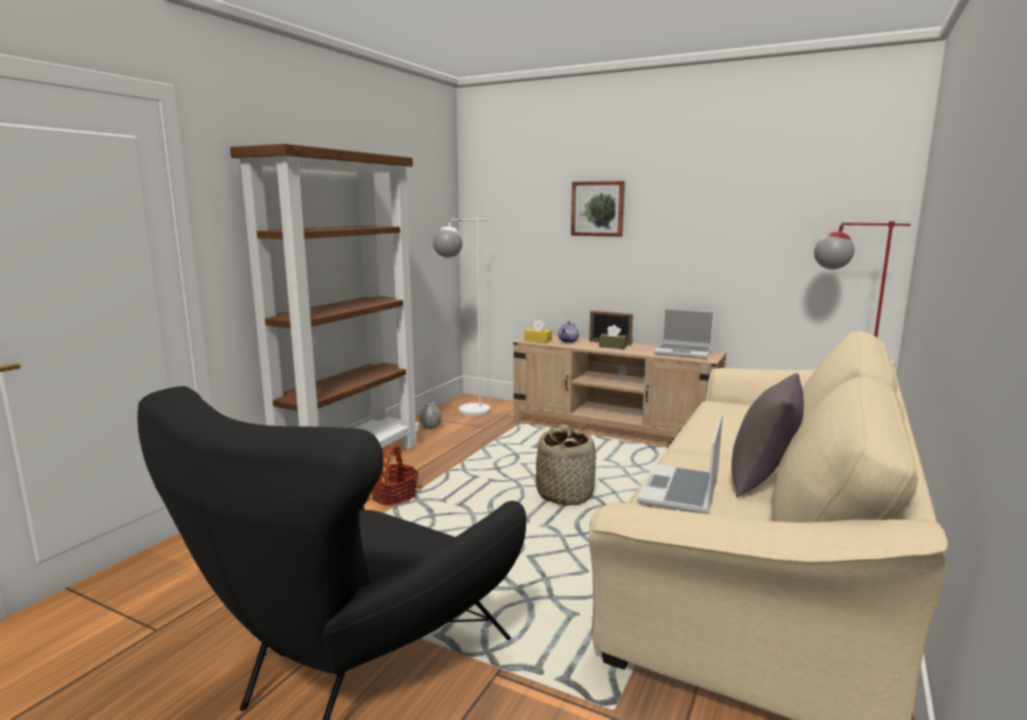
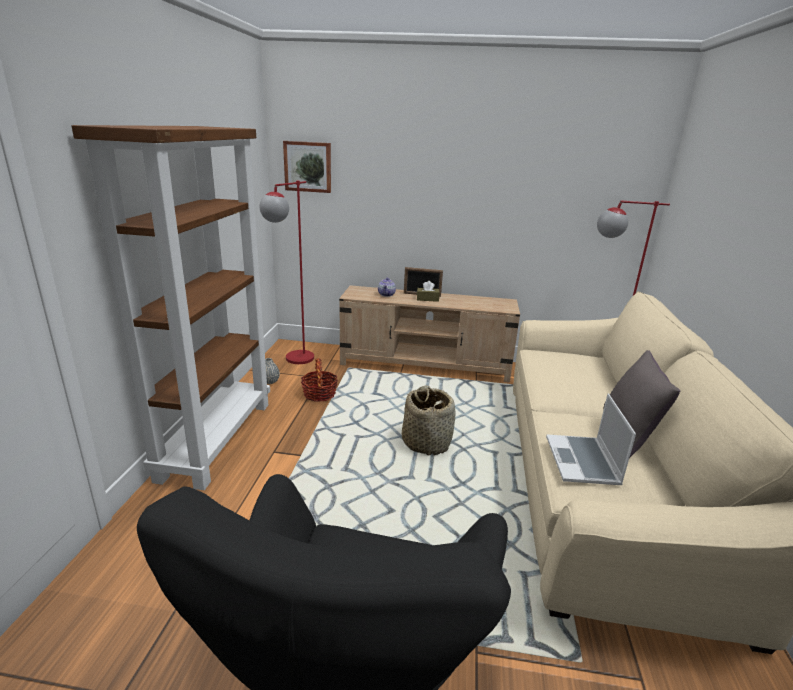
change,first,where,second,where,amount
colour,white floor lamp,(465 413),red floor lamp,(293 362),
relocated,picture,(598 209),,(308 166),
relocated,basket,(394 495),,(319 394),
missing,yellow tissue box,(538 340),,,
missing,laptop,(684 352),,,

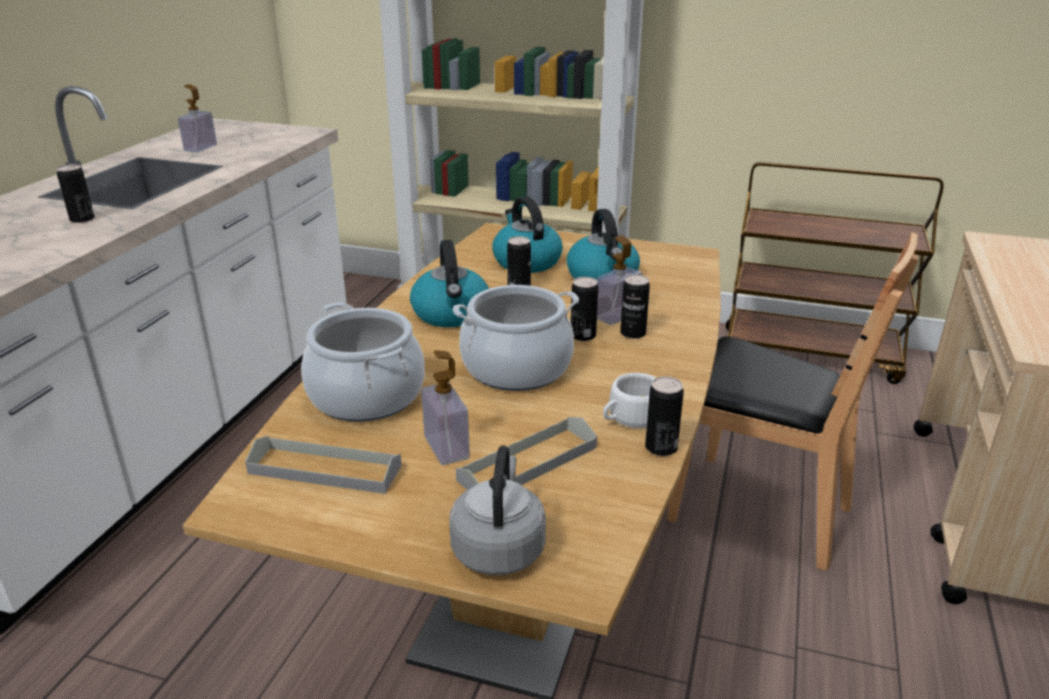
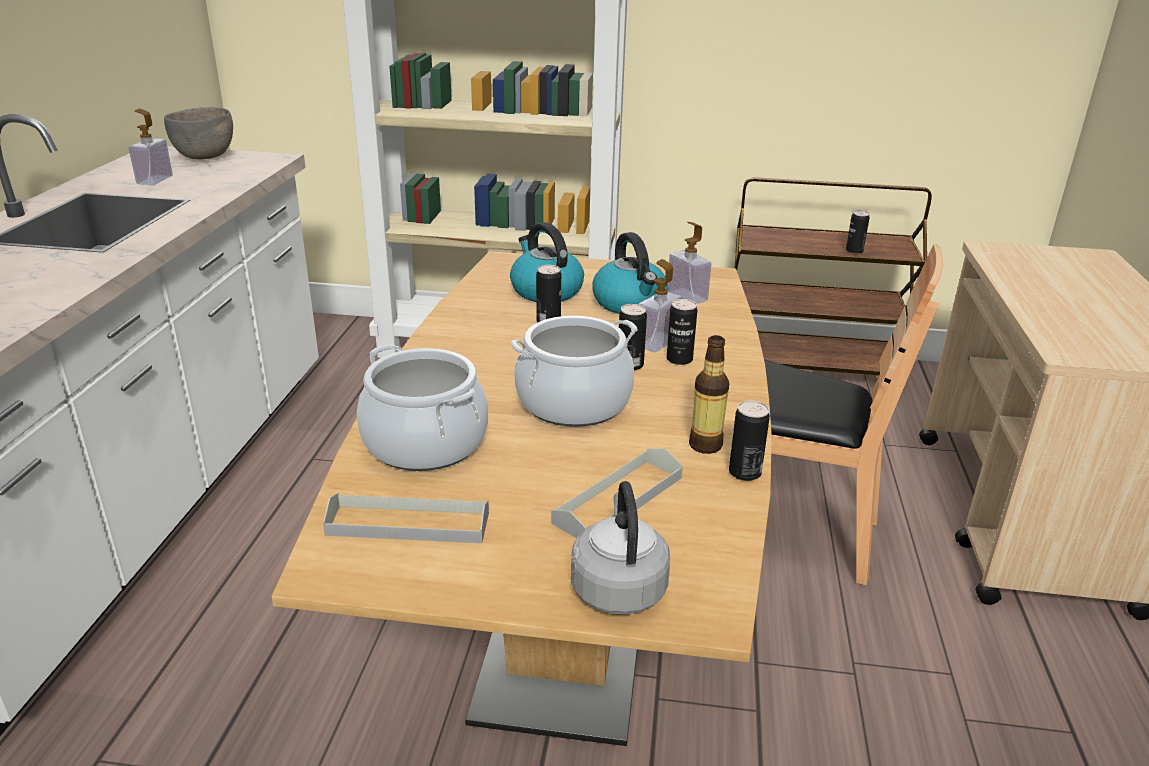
change,first,where,second,where,amount
appeared,,,grey bowl,(205 157),
relocated,soap dispenser,(446 447),,(687 296),
exchanged,white cup,(630 418),bottle,(705 445),
relocated,can,(82 219),,(854 251),
missing,kettle,(451 314),,,

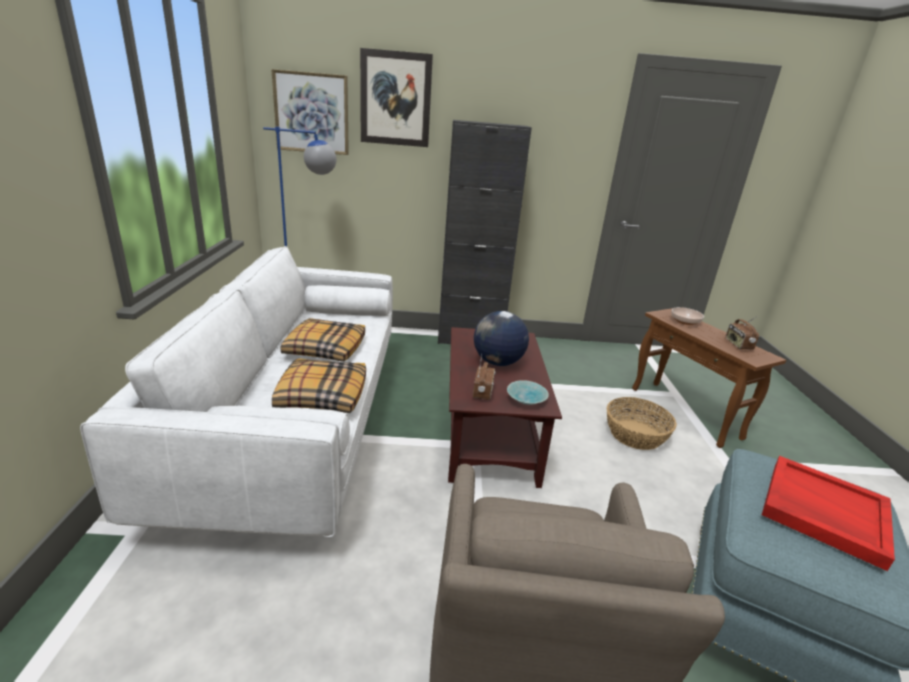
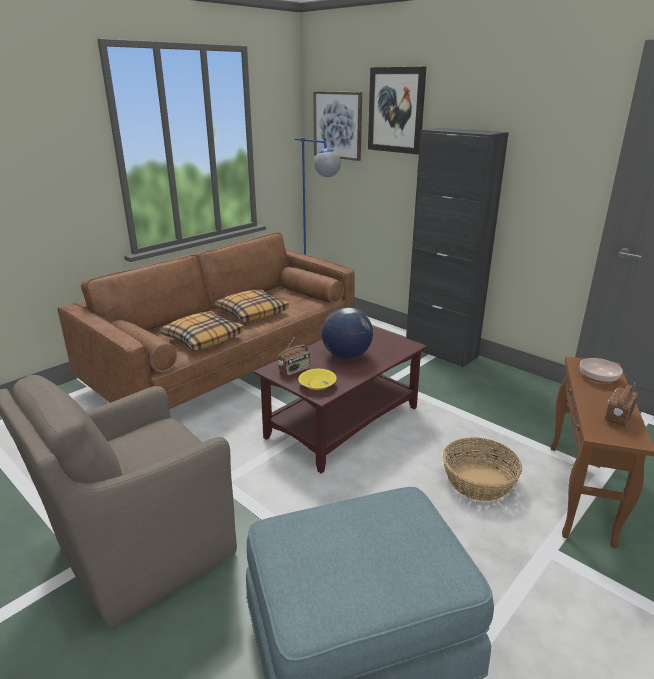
change,first,where,second,where,amount
colour,white sofa,(294 424),brown sofa,(226 365),
colour,turquoise bowl,(527 399),yellow bowl,(318 386),
missing,red tray,(822 511),,,

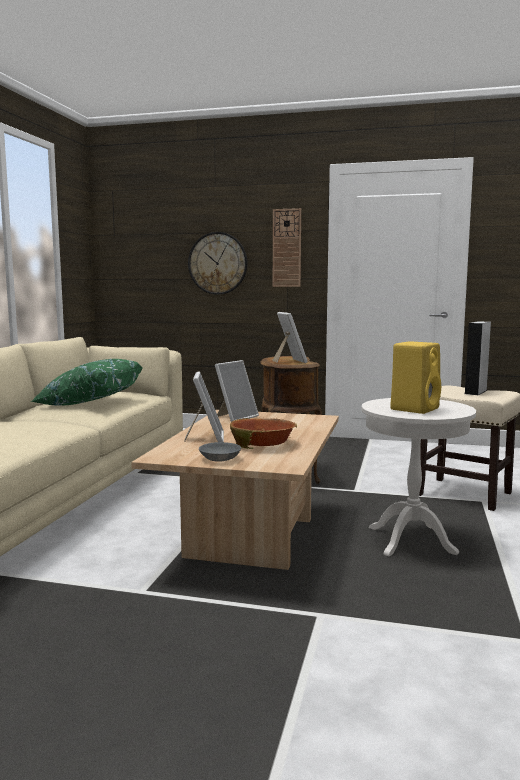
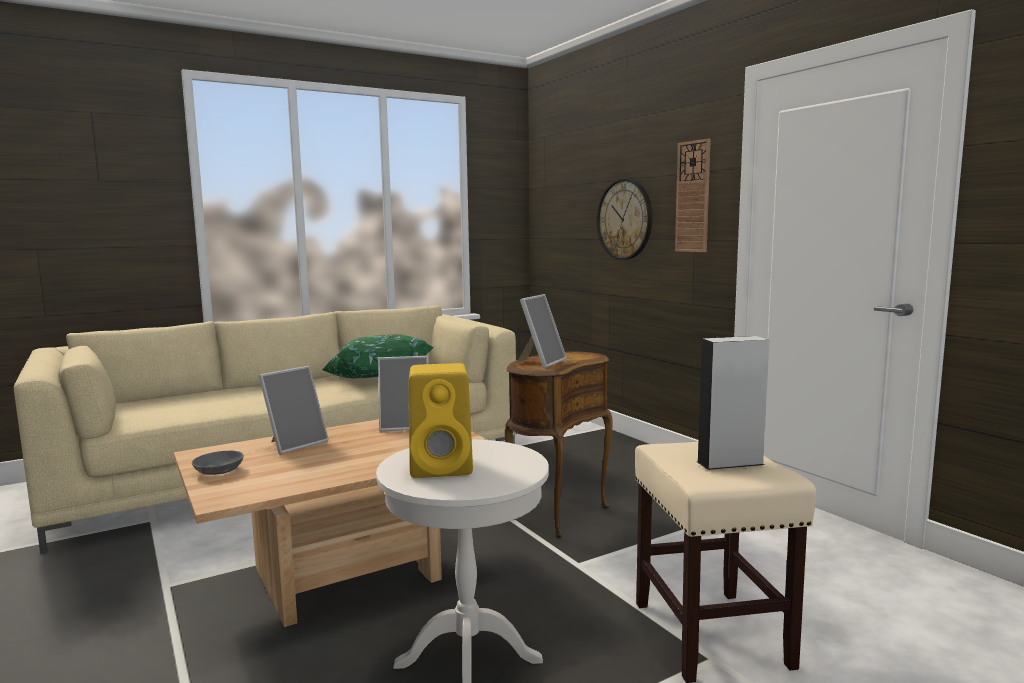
change,first,where,second,where,amount
missing,bowl,(263 444),,,

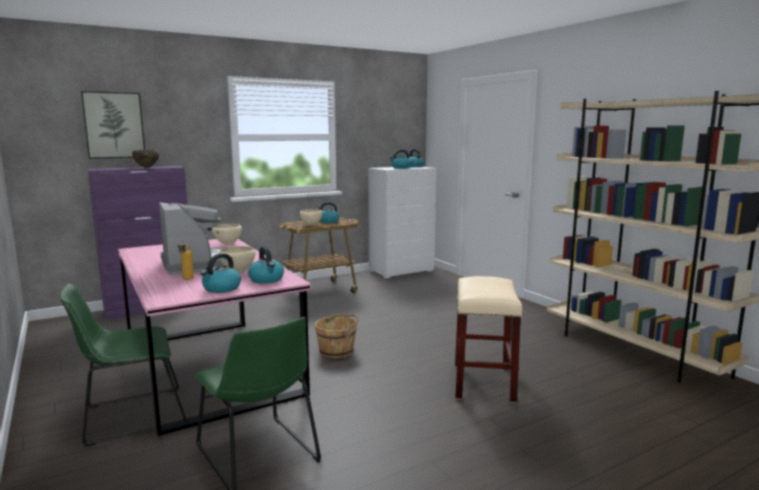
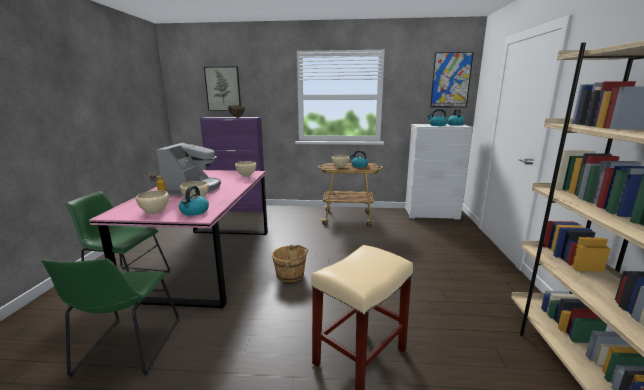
change,first,where,second,where,amount
exchanged,kettle,(221 288),beige bowl,(155 213),
appeared,,,picture,(451 80),

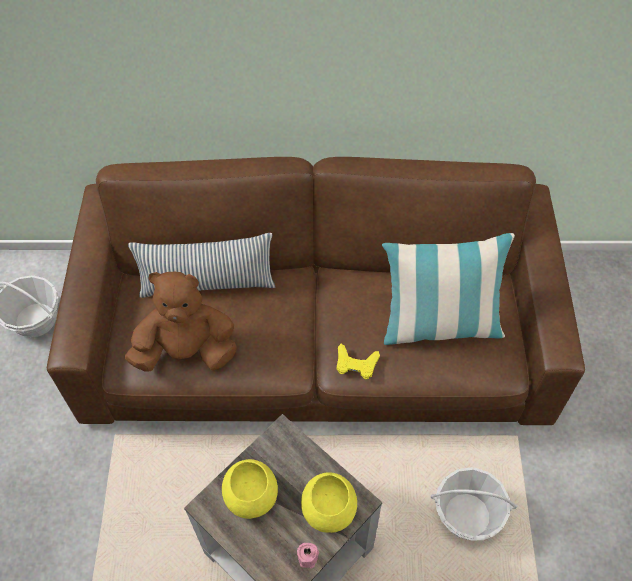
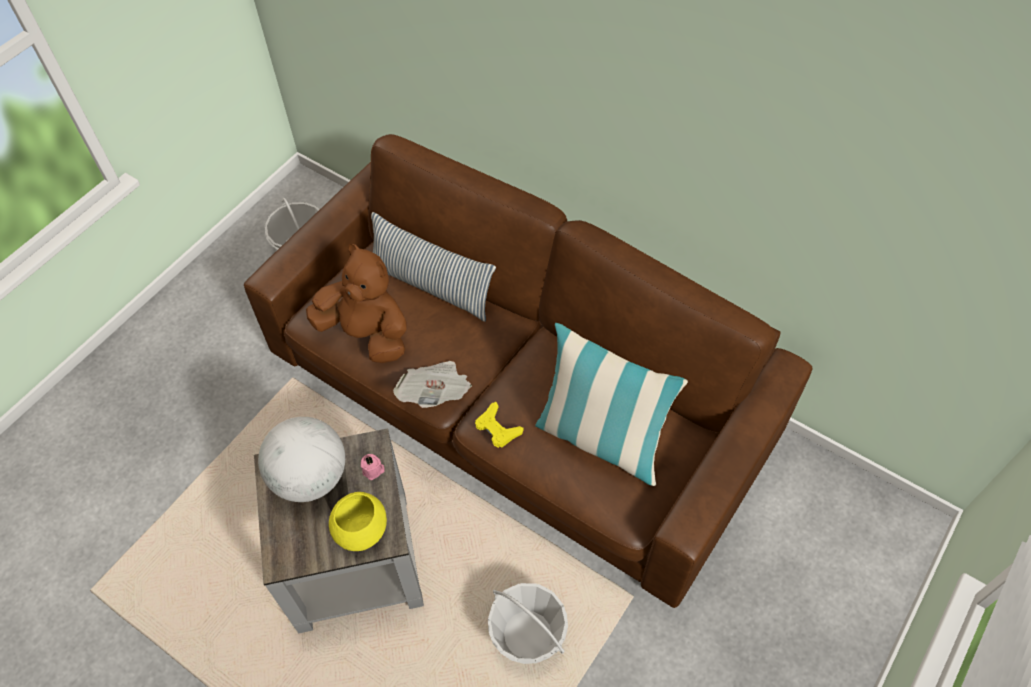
change,first,where,second,where,amount
exchanged,yellow bowl,(250 494),globe,(310 477),
relocated,pink candle,(308 557),,(373 470),
appeared,,,newspaper,(435 393),

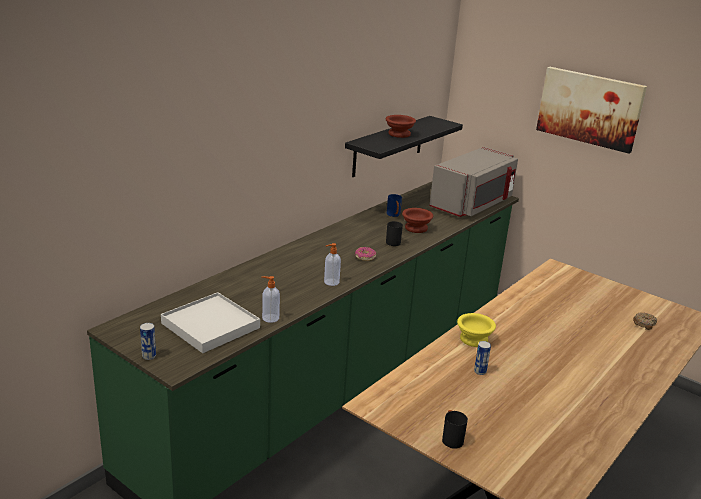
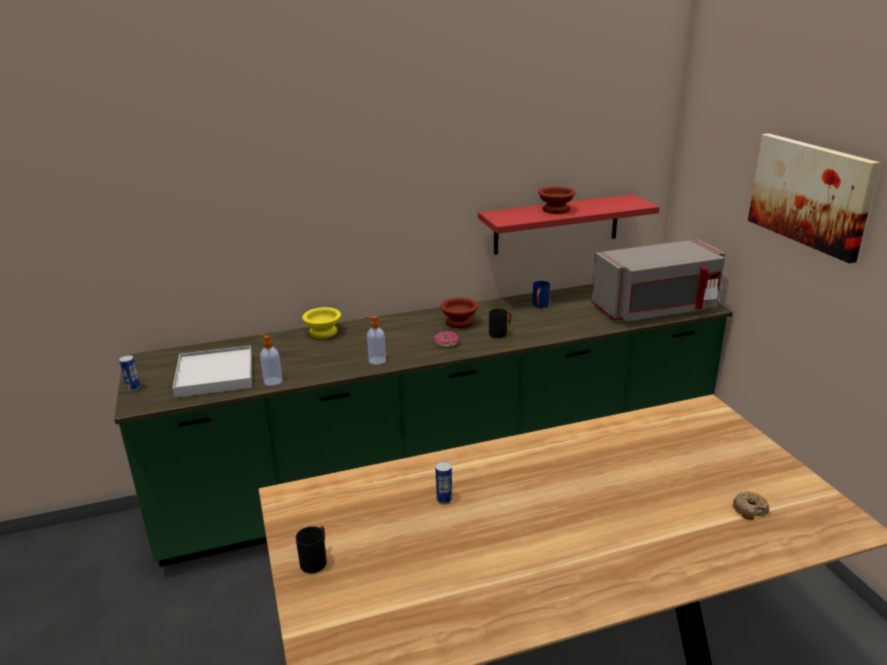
change,first,where,second,where,amount
relocated,yellow bowl,(472 339),,(322 332),
relocated,brown bowl,(415 228),,(459 322),
colour,black shelf,(388 146),red shelf,(556 224),

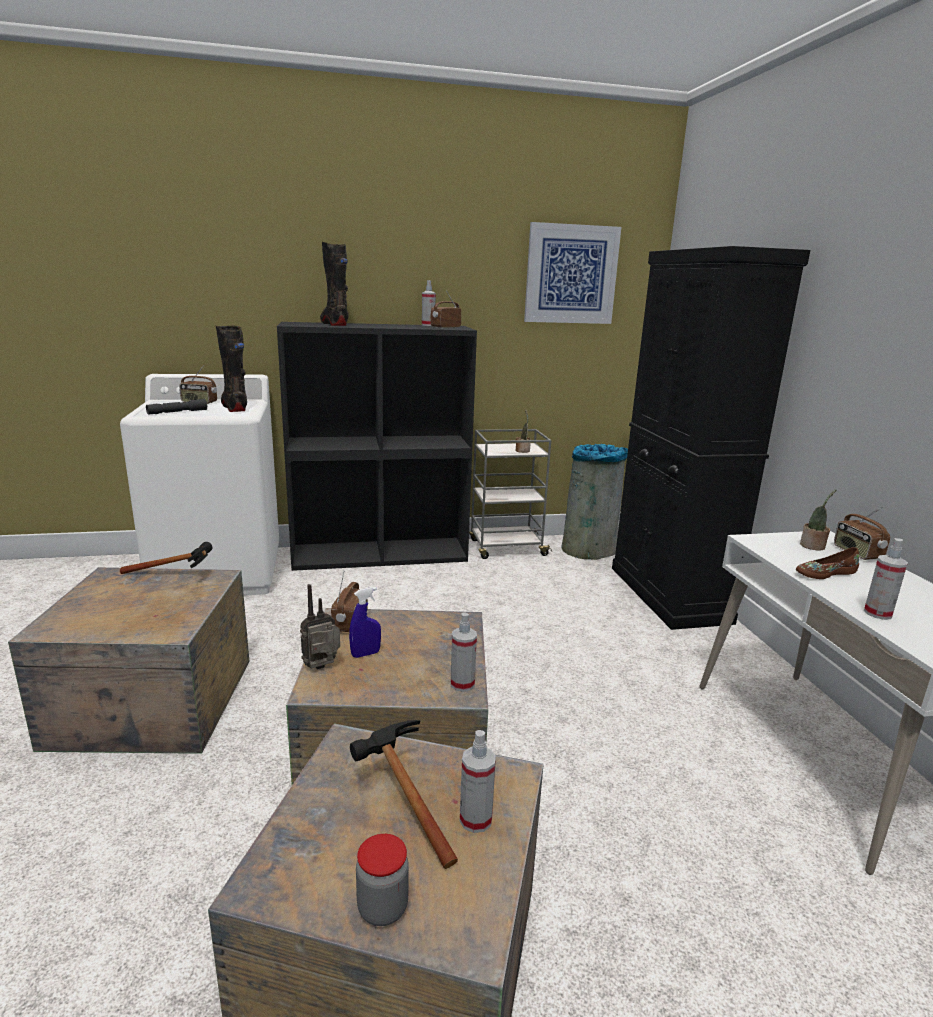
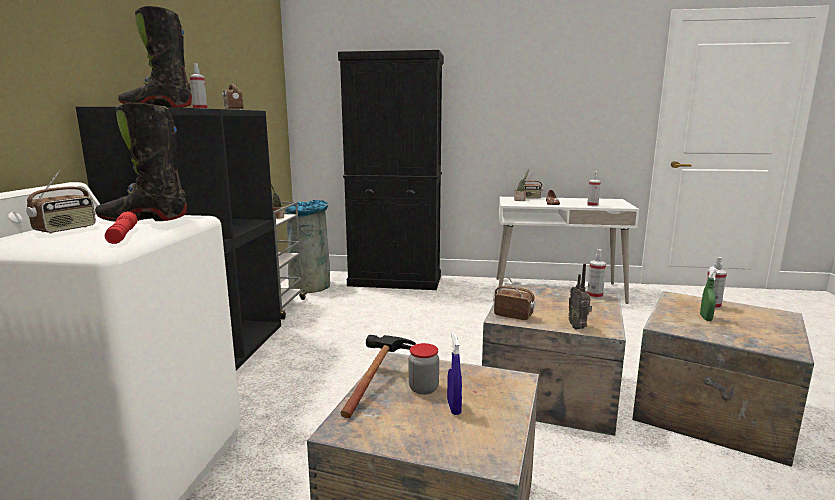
change,first,where,second,where,amount
colour,grey flashlight,(177 412),red flashlight,(122 235),
relocated,jar,(382 908),,(423 388),
relocated,blue spray bottle,(365 654),,(454 408),
exchanged,hammer,(401 799),green spray bottle,(705 318),
missing,picture,(571 274),,,

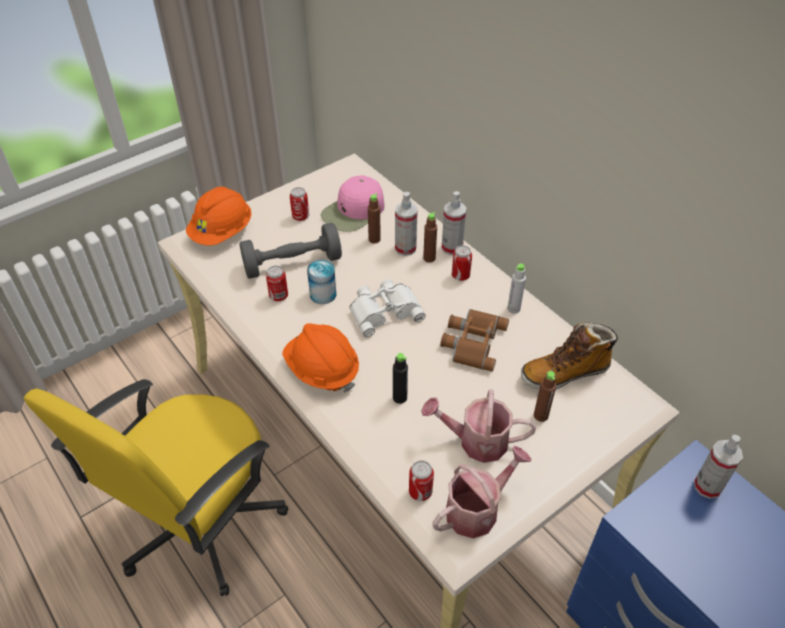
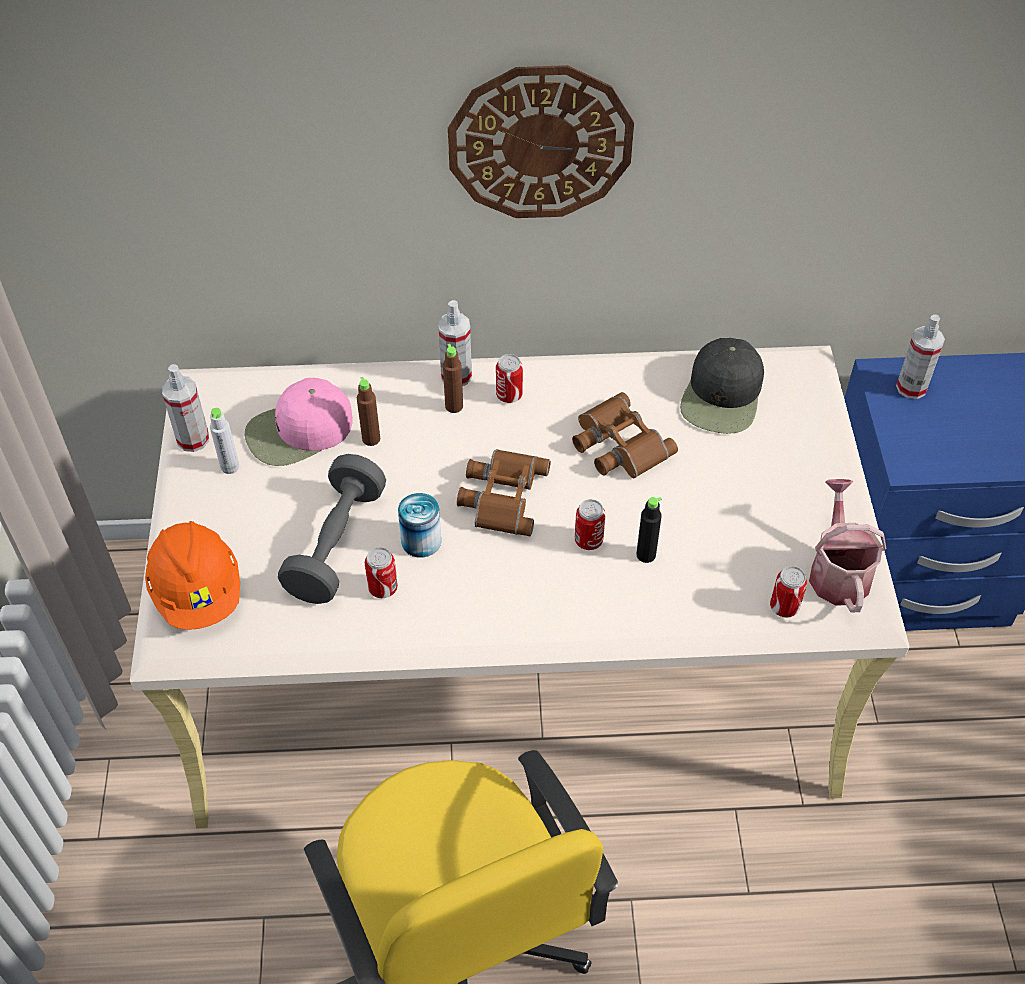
change,first,where,second,where,amount
relocated,spray bottle,(405 248),,(193 439),
relocated,grey bottle,(513 309),,(230 467),
spun,pink cap,(353 211),,(299 431),75 degrees clockwise
appeared,,,wall clock,(540 142),
colour,white binoculars,(384 310),brown binoculars,(501 495),
relocated,can,(300 217),,(588 540),
exchanged,boot,(565 373),black cap,(722 396),
missing,orange hard hat,(322 370),,,
missing,watering can,(476 441),,,
missing,brown bottle,(541 415),,,

